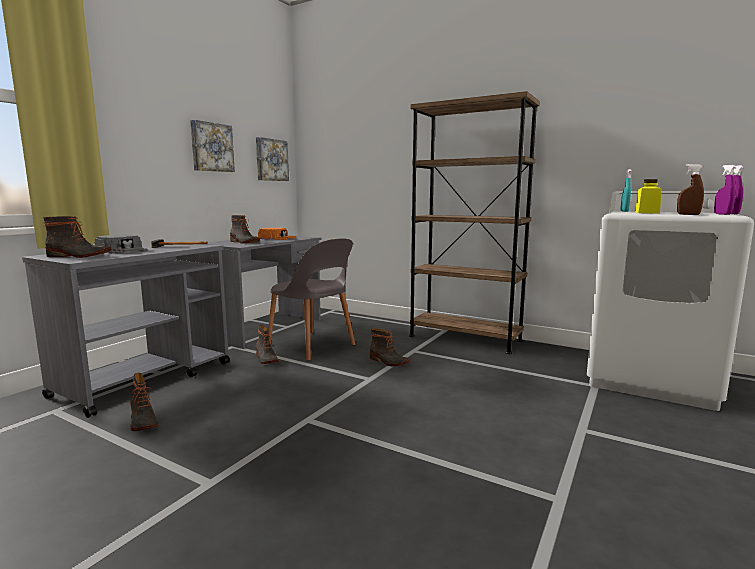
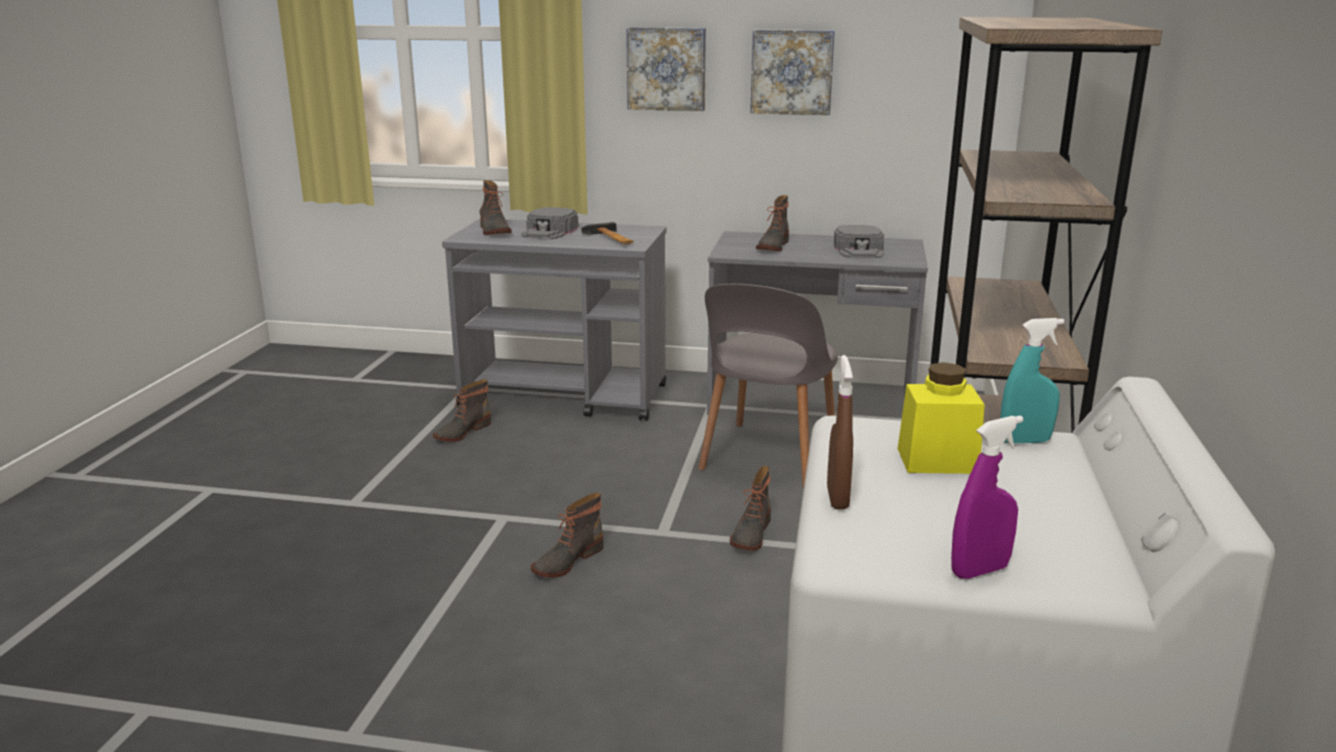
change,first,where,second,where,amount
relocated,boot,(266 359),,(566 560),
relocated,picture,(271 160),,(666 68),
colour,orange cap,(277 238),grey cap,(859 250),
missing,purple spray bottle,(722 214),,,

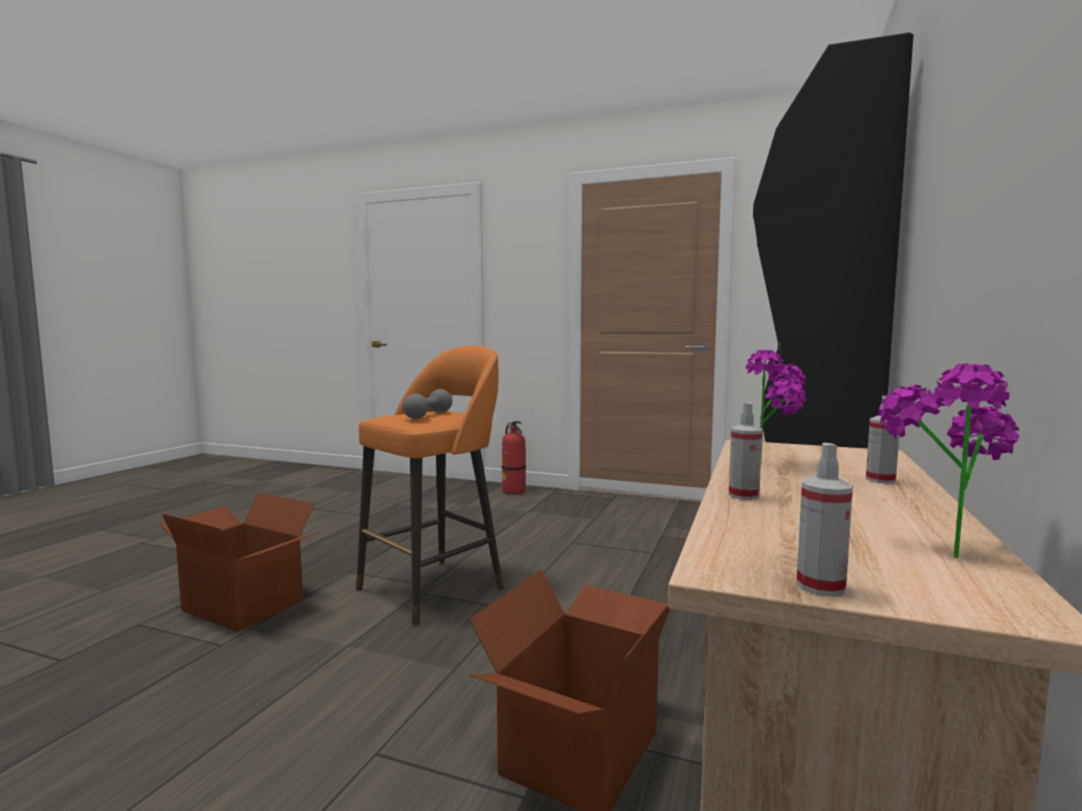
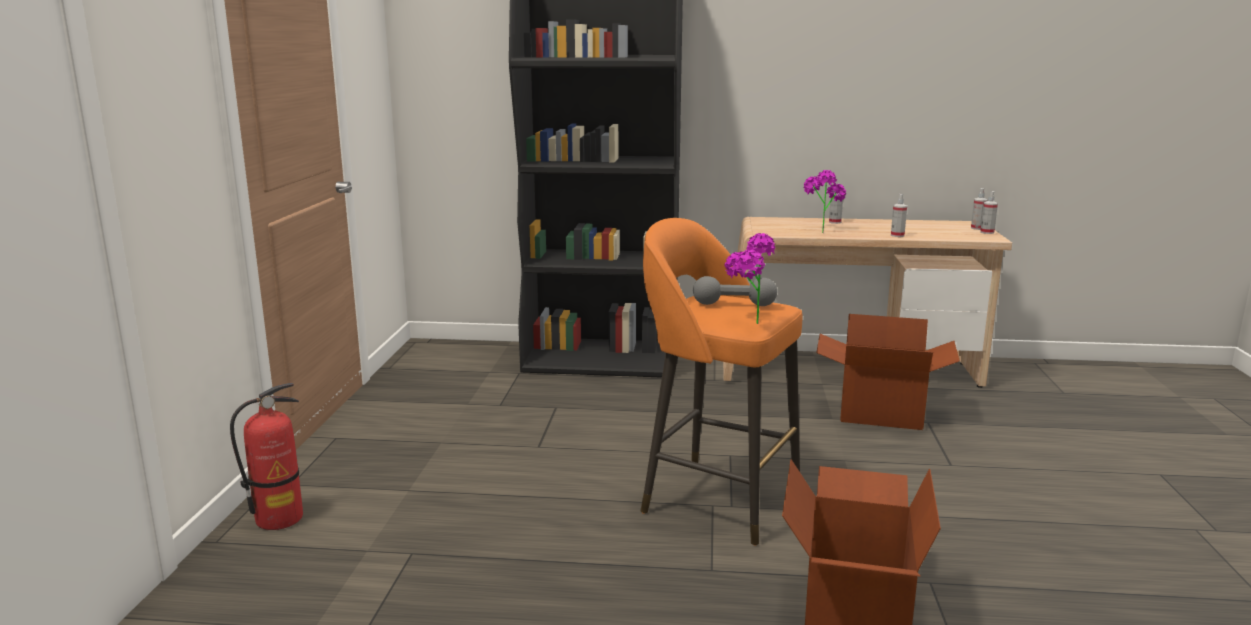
change,first,where,second,where,amount
relocated,potted plant,(938 548),,(746 324),
appeared,,,spray bottle,(977 228),

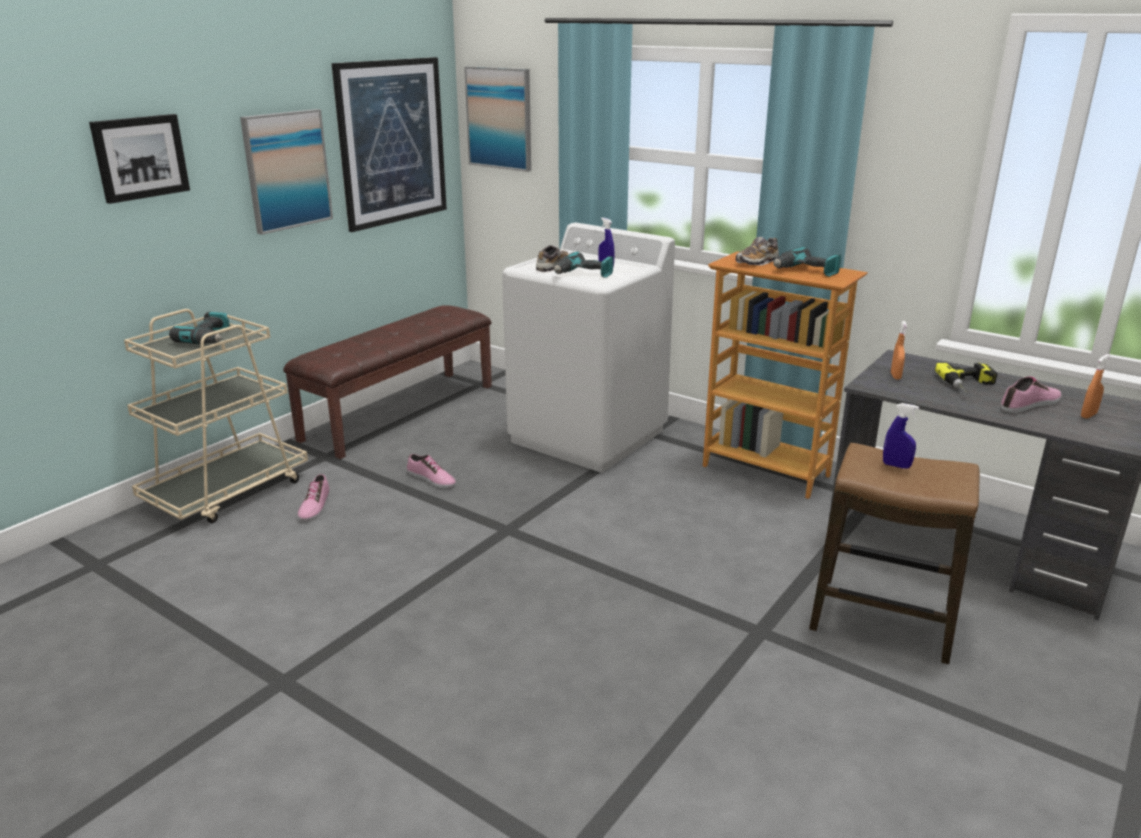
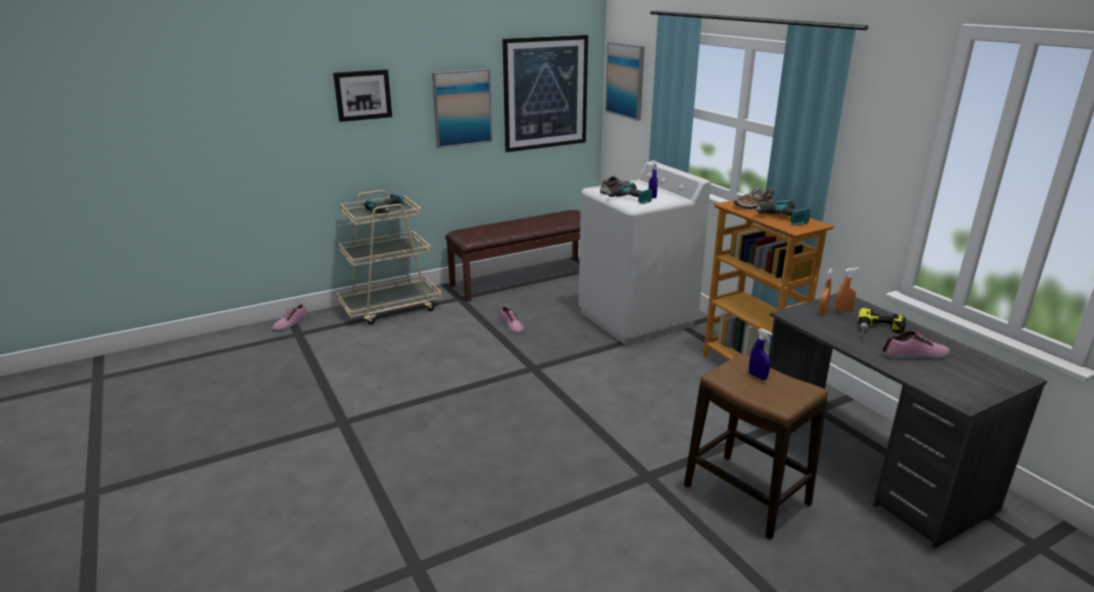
change,first,where,second,where,amount
relocated,shoe,(314 506),,(290 323),
relocated,orange spray bottle,(1088 415),,(843 310),

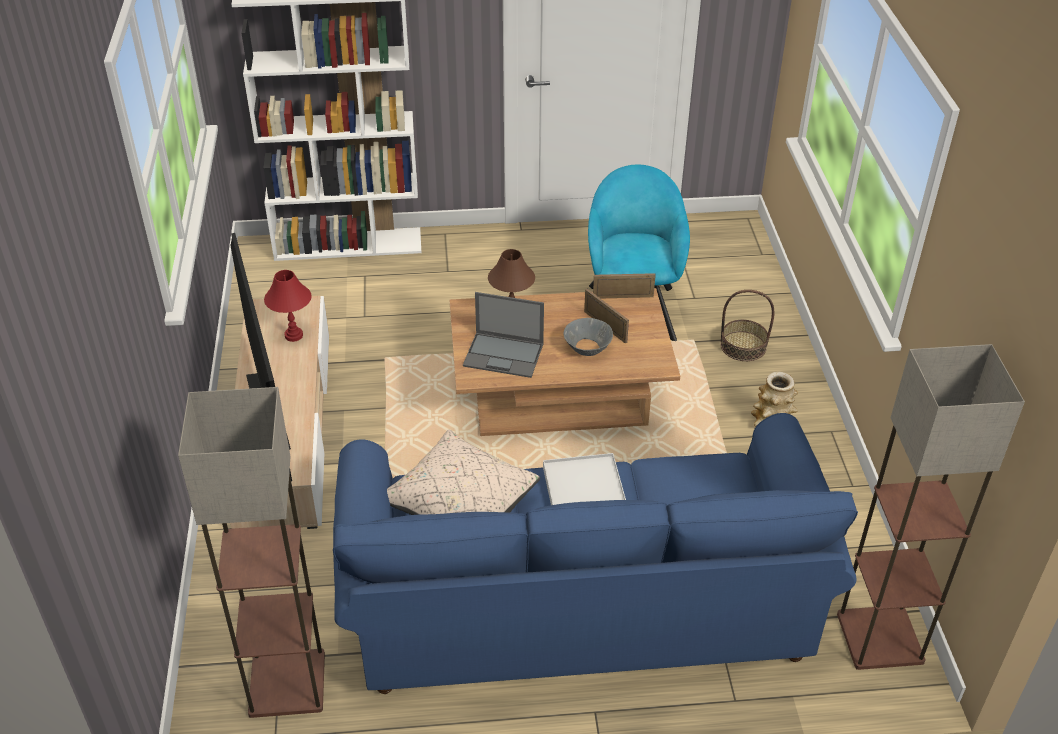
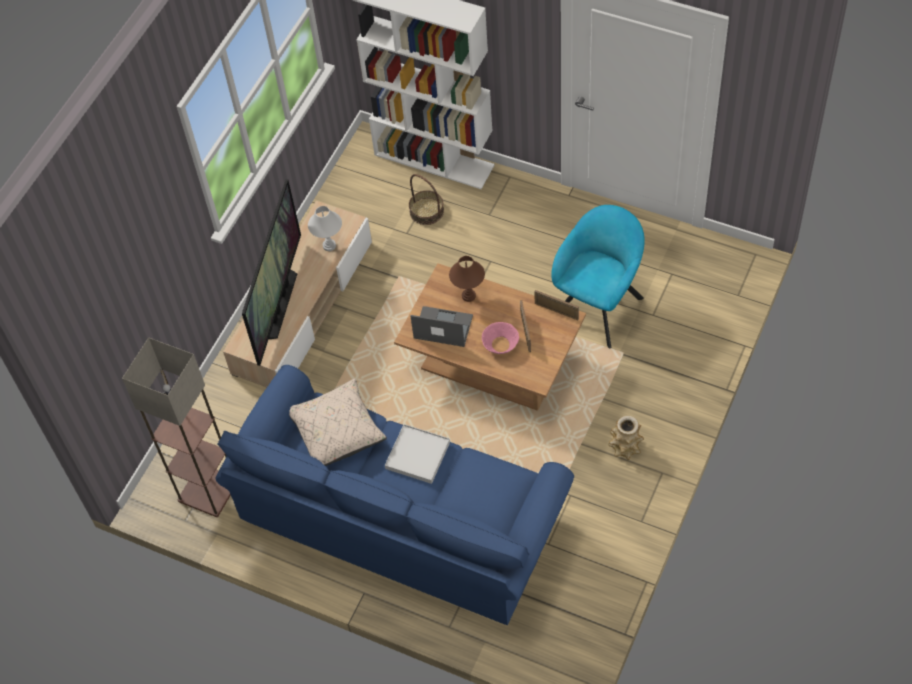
change,first,where,second,where,amount
colour,red table lamp,(293 335),white table lamp,(329 245),
relocated,basket,(743 346),,(426 211),
spun,laptop,(504 355),,(442 327),150 degrees clockwise
colour,grey bowl,(587 348),pink bowl,(500 345),
missing,floor lamp,(879 639),,,

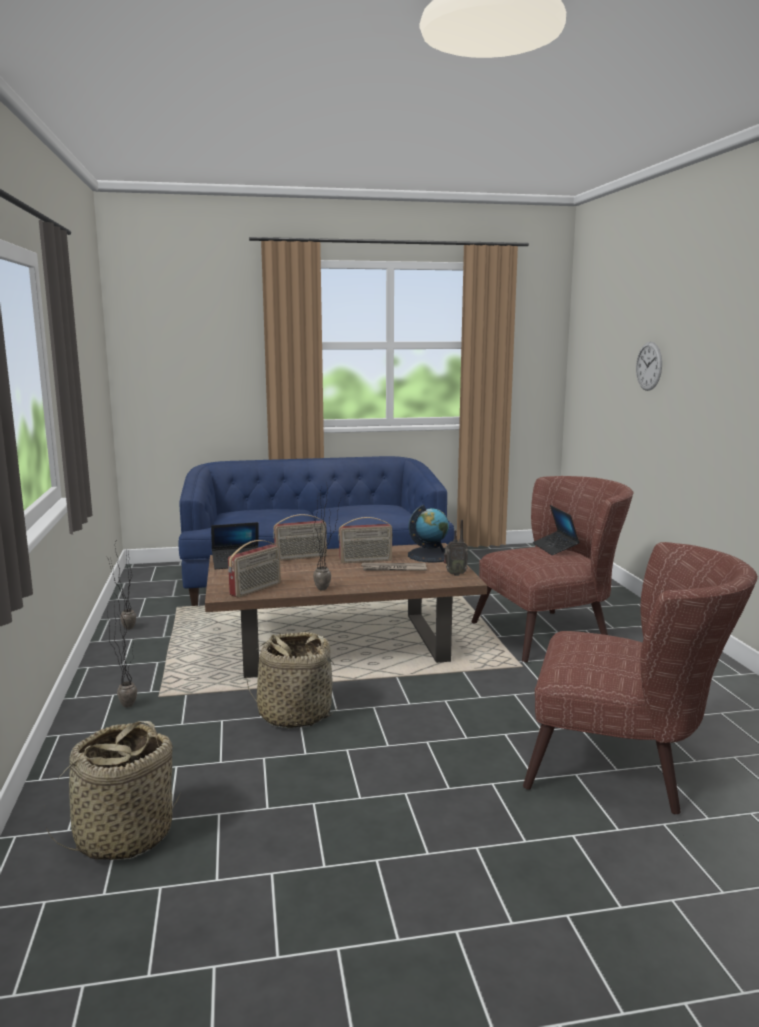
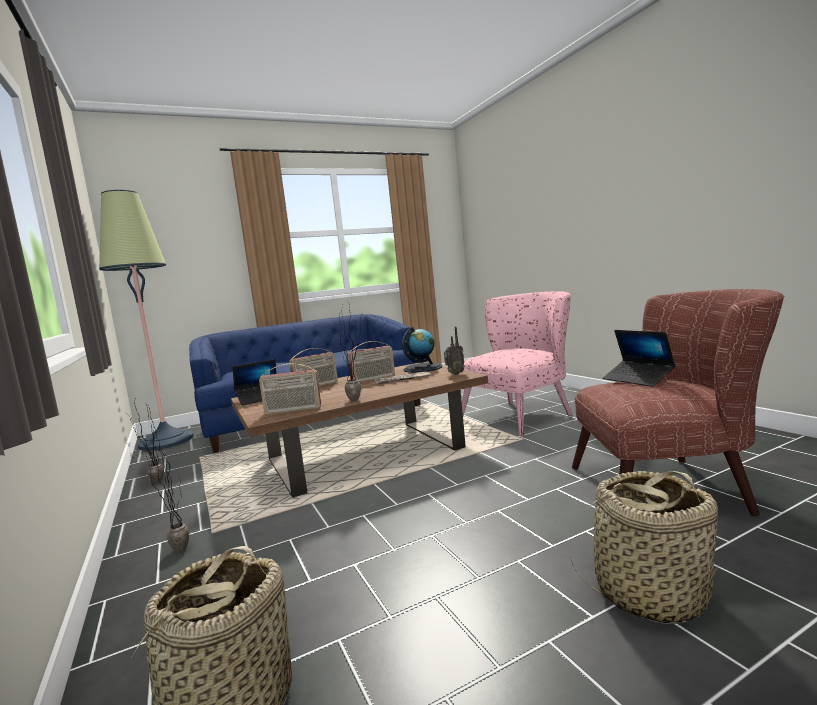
change,first,where,second,where,amount
appeared,,,floor lamp,(166 441),
spun,radio,(256 589),,(293 410),60 degrees clockwise
colour,brown armchair,(552 633),pink armchair,(523 415),
relocated,basket,(294 714),,(650 593),
relocated,laptop,(555 548),,(638 379),
missing,wall clock,(649 366),,,

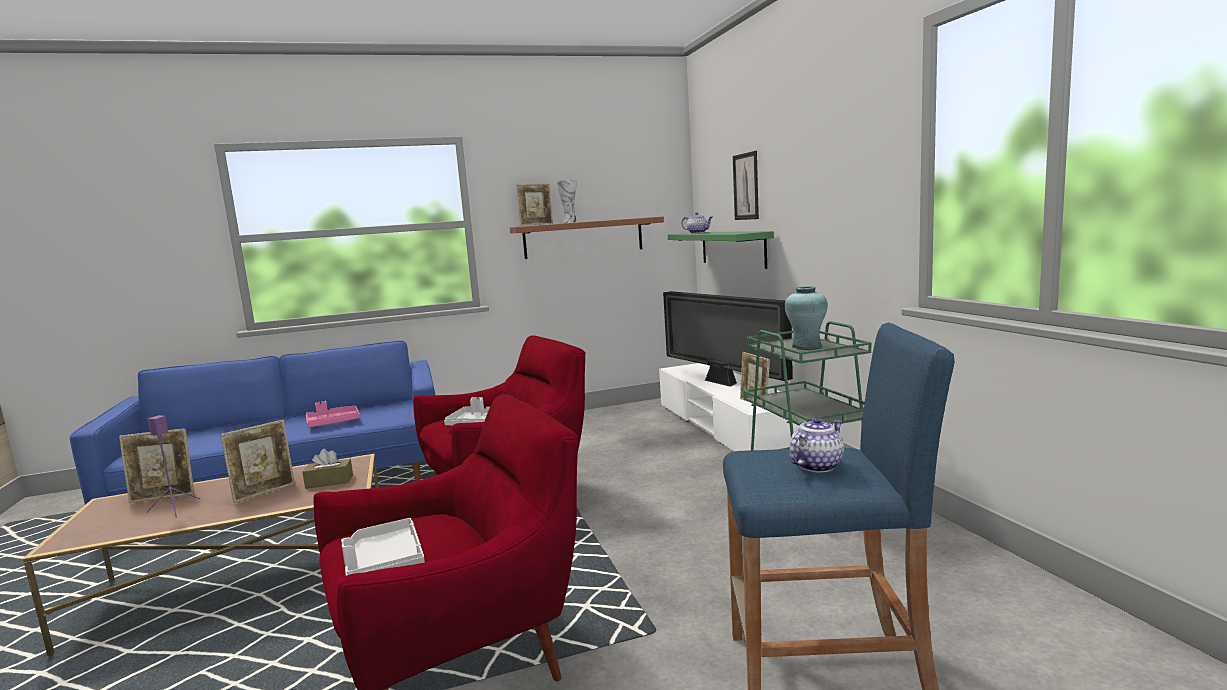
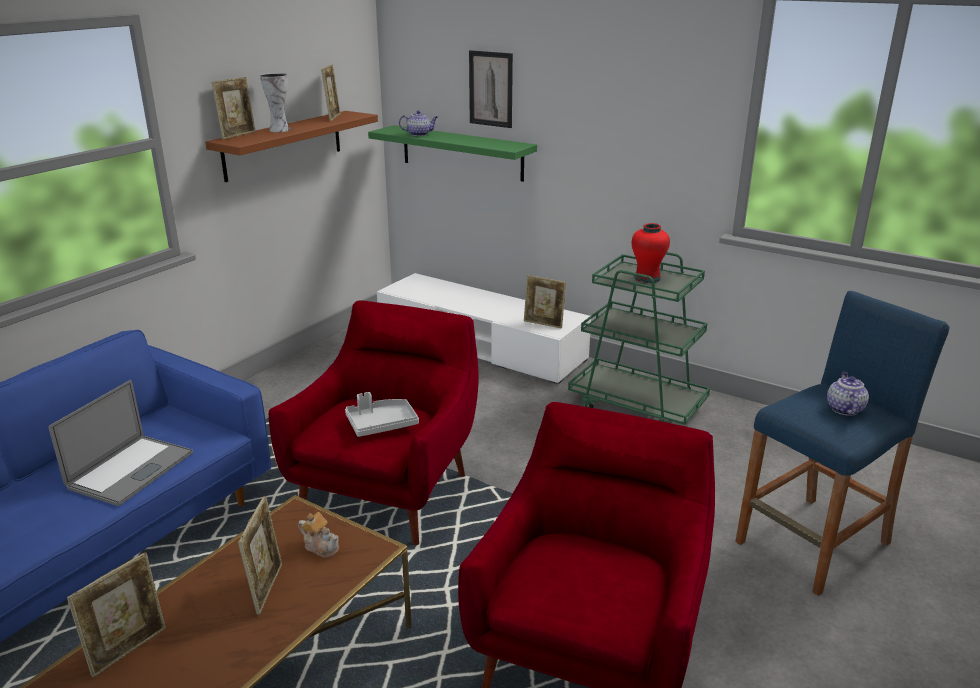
change,first,where,second,where,amount
exchanged,pink tray,(333 423),laptop,(131 470),
exchanged,brown tissue box,(329 481),teapot,(321 546),
appeared,,,picture frame,(333 117),
colour,turquoise vase,(807 347),red vase,(647 278),
missing,purple speaker,(174 509),,,
missing,grey tray,(384 563),,,
missing,television,(723 382),,,

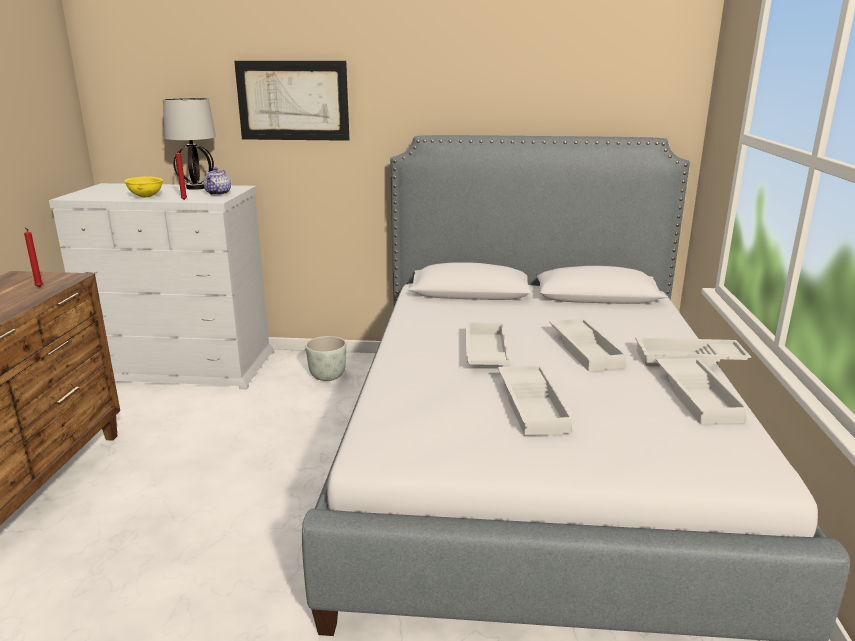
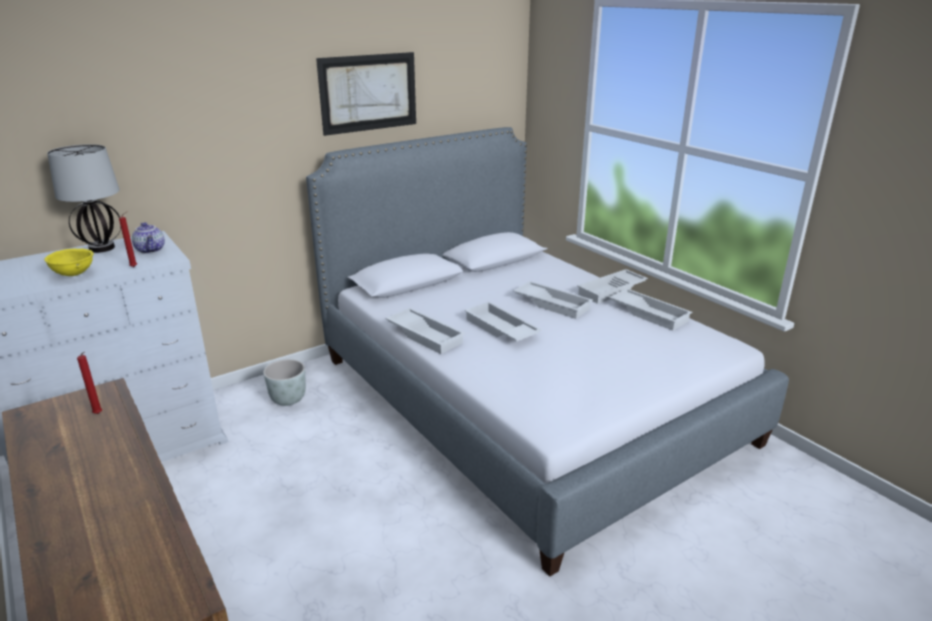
change,first,where,second,where,amount
relocated,picture,(293 101),,(368 93),
relocated,white tray,(534 406),,(426 335),

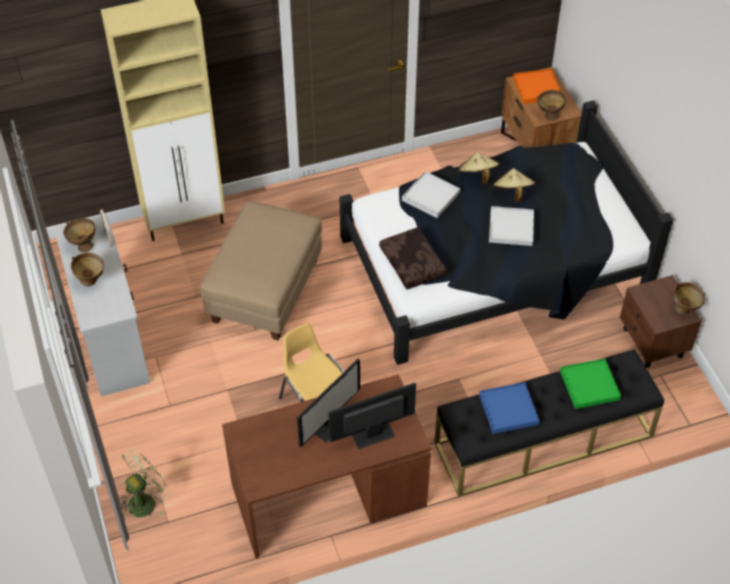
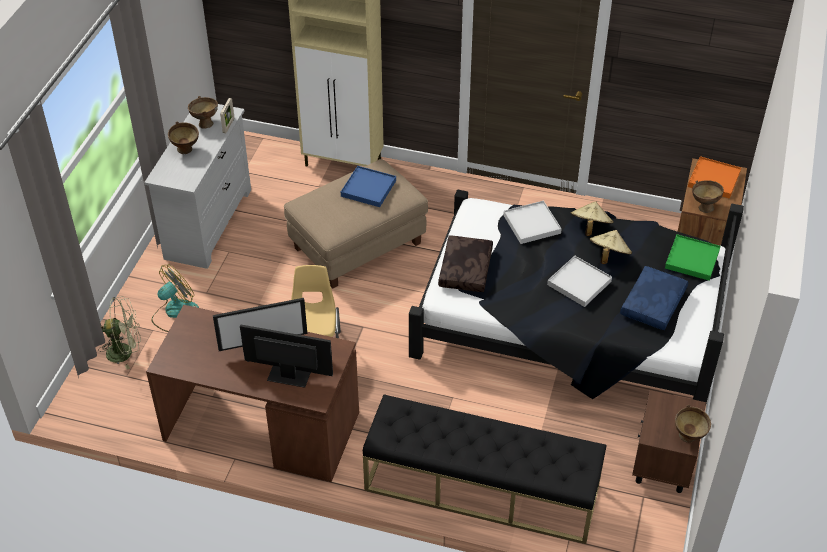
change,first,where,second,where,amount
appeared,,,fan,(174 313),
relocated,blue tray,(508 409),,(368 188),
appeared,,,blue pillow,(654 304),
relocated,green tray,(589 385),,(692 259),

